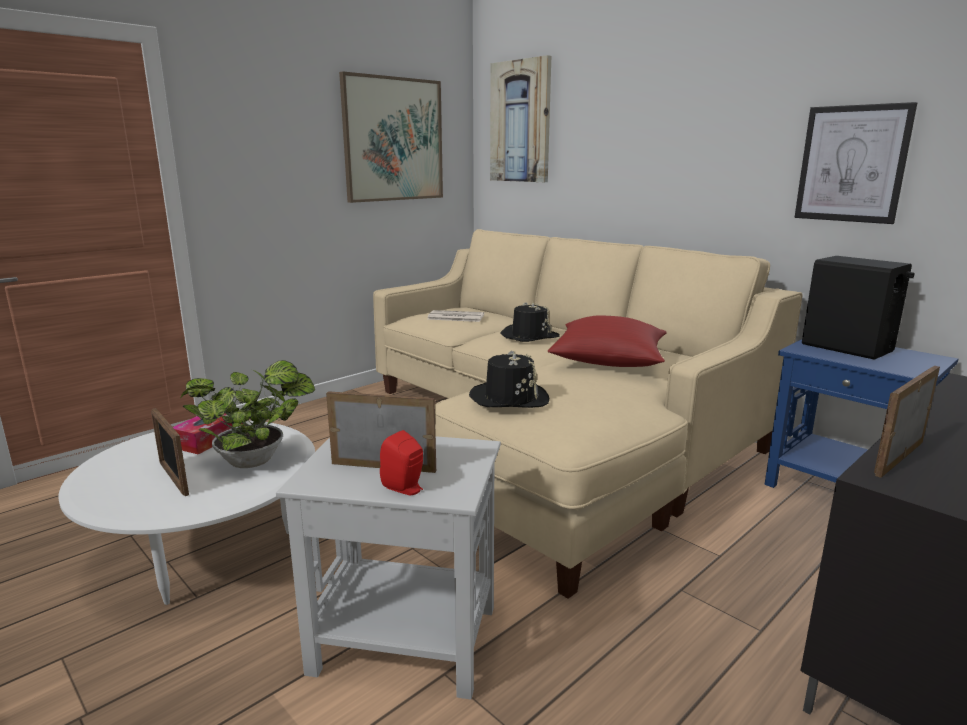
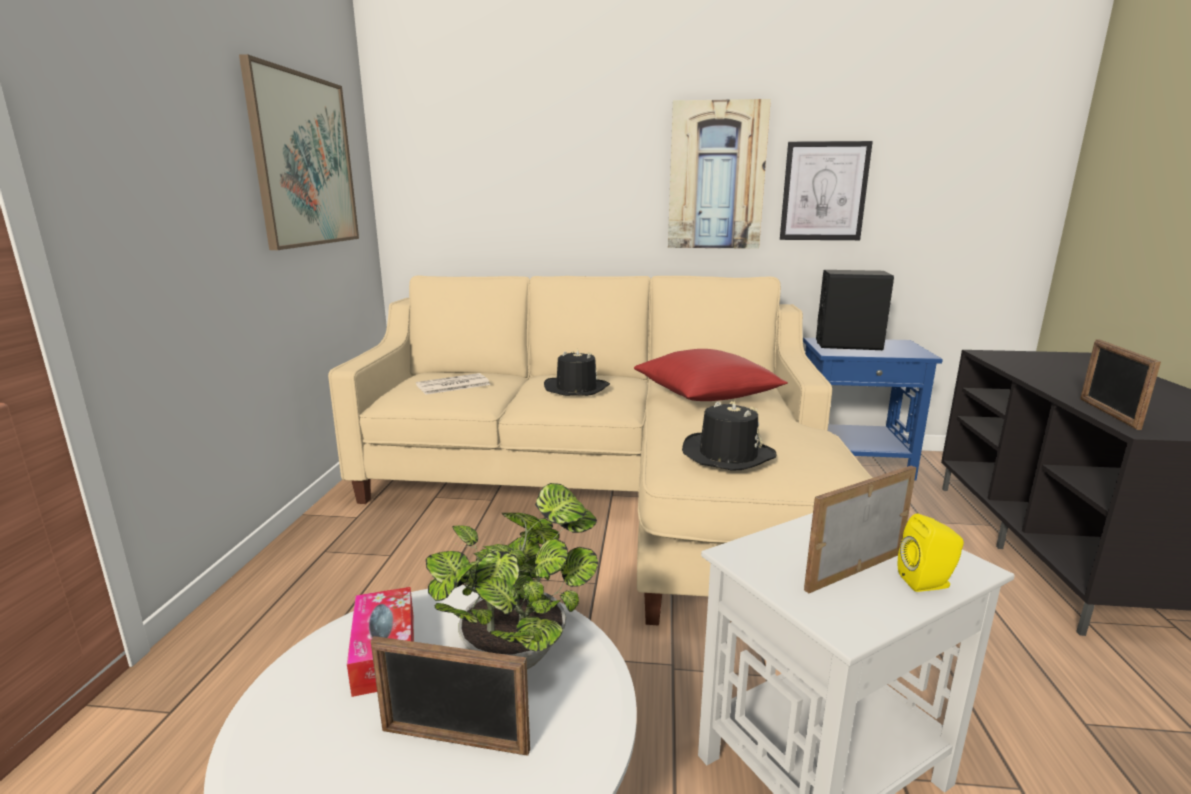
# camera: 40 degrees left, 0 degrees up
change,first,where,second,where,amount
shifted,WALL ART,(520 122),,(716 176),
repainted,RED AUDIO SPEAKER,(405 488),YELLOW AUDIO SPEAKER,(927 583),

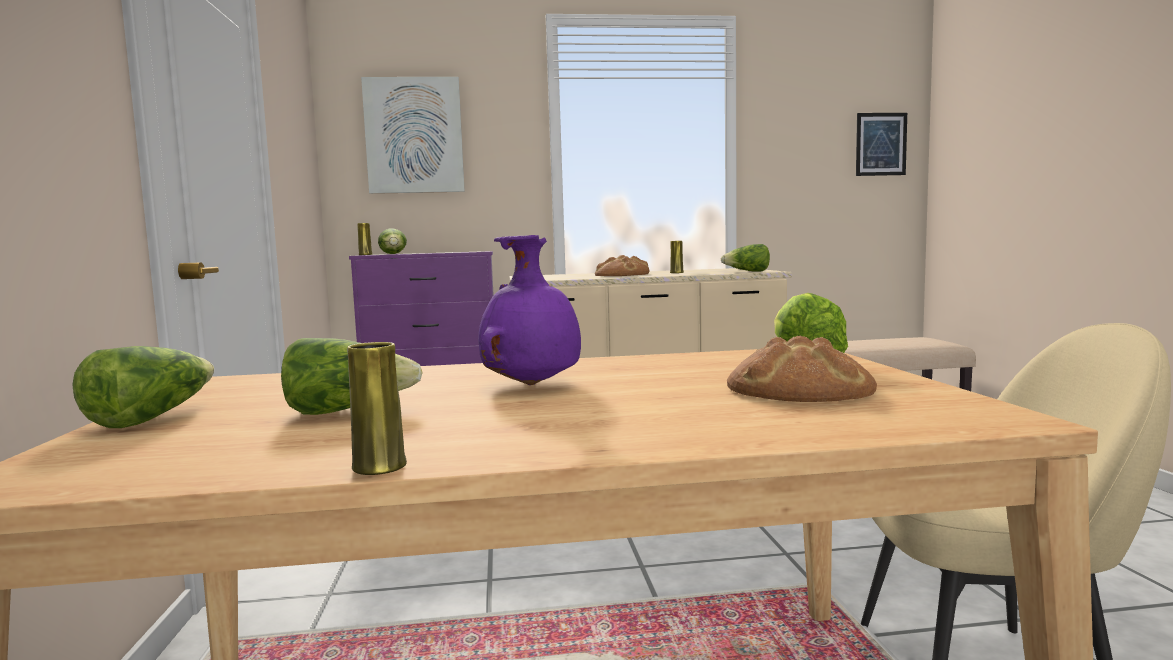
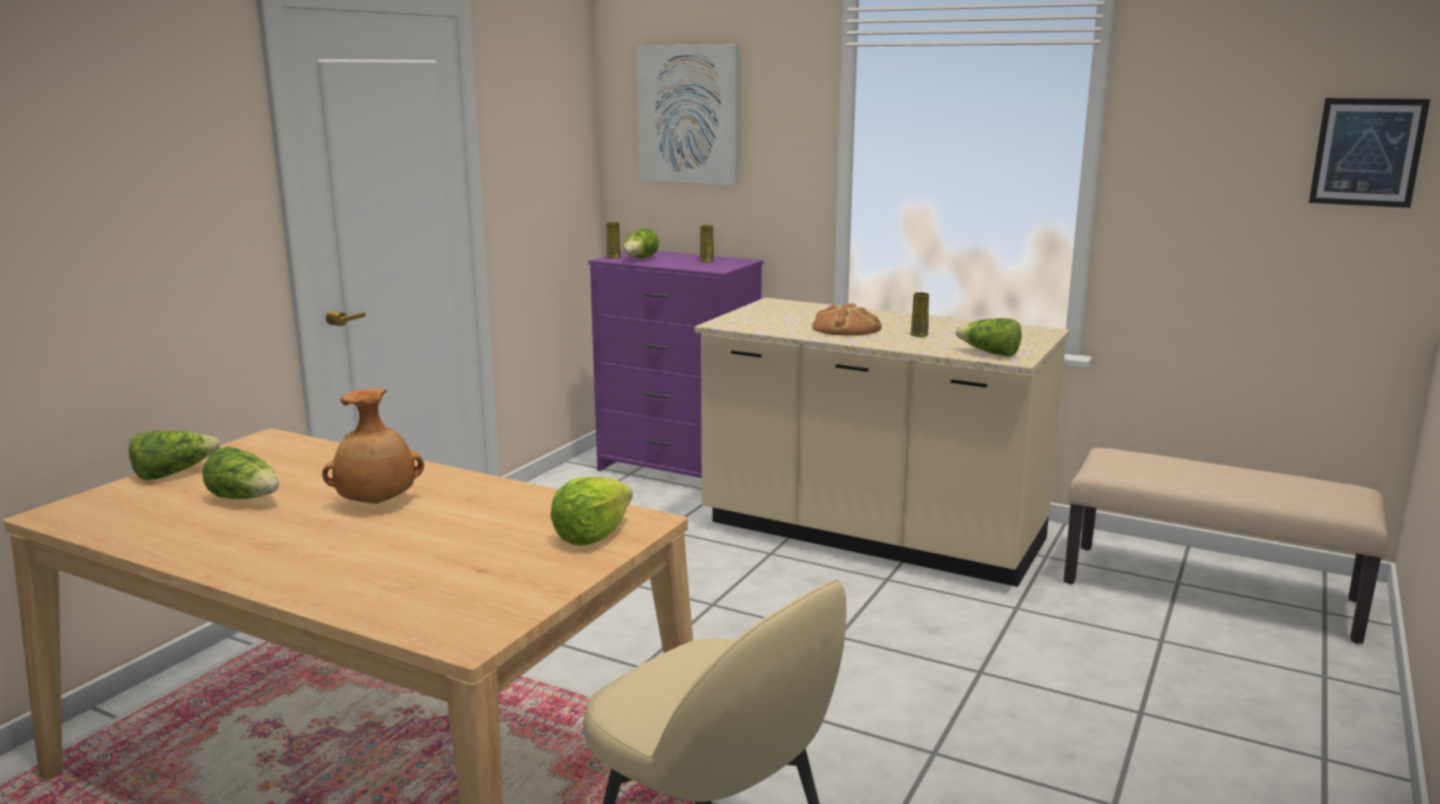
# camera: 35 degrees right, 10 degrees up
change,first,where,second,where,amount
repainted,PURPLISH VASE,(533 385),BROWN VASE,(377 503),
shifted,YELLOW VASE,(379 466),,(706 261),
gone,BREAD,(798 388),,,

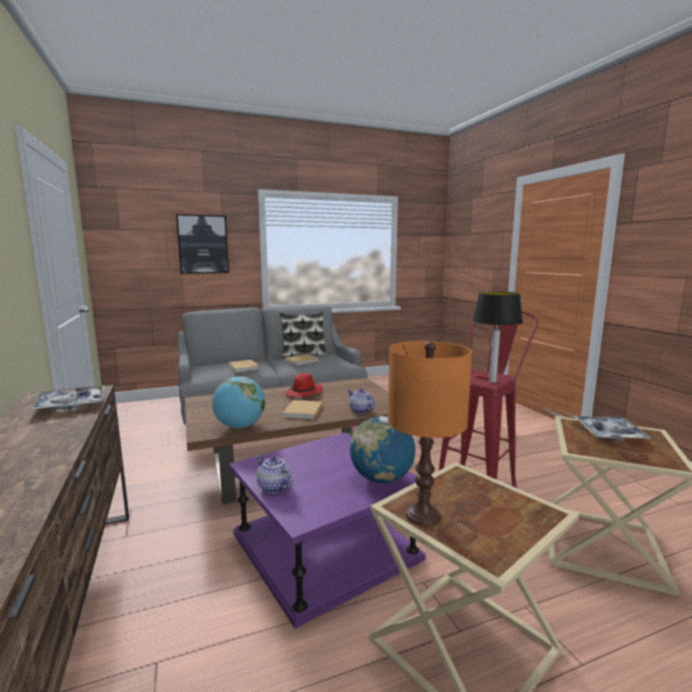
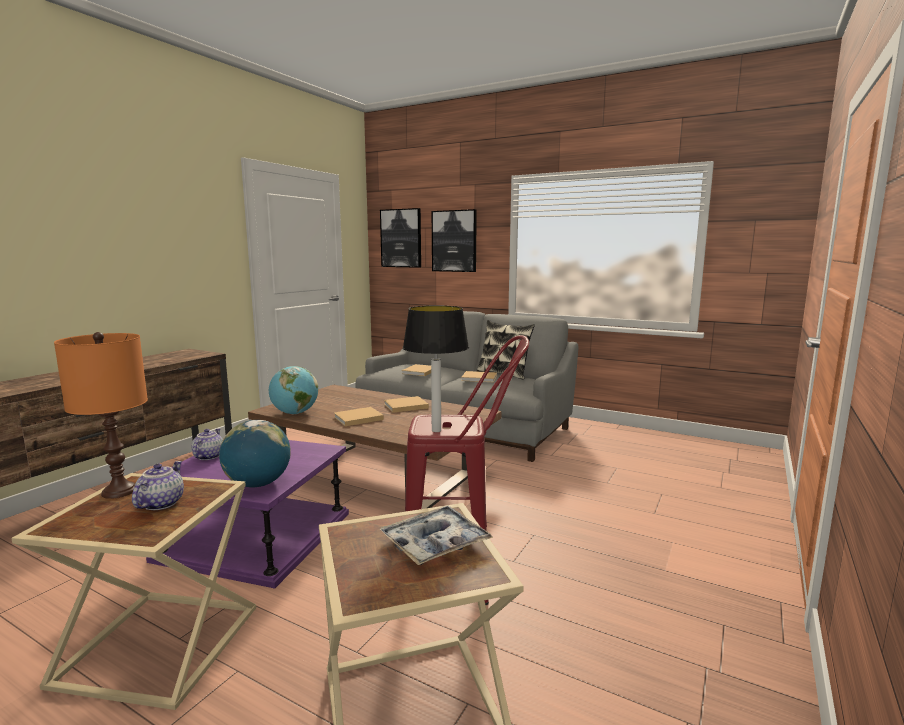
# camera: 50 degrees right, 0 degrees up
change,first,where,second,where,amount
shifted,POT FOR TEA,(360 411),,(160 503),
new,,,WALL ART,(401 238),
swapped,RED HAT,(304 393),SAND-COLOURED VOLUME,(404 406),
gone,TRAY,(71 405),,,

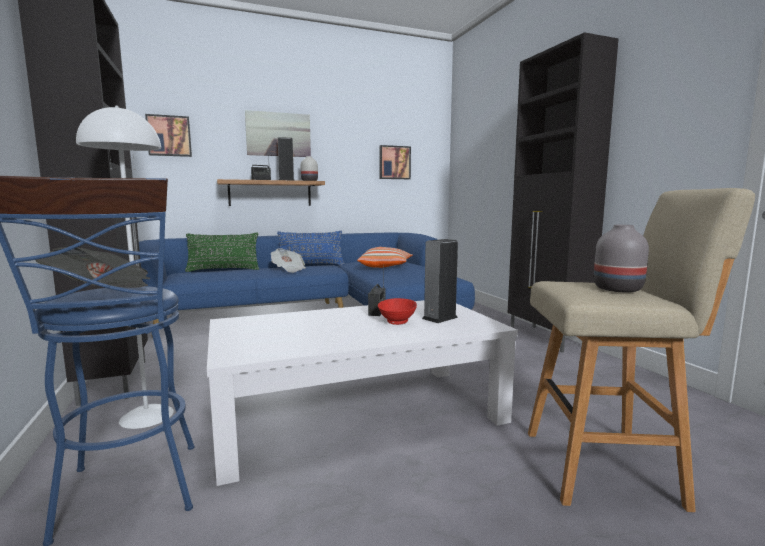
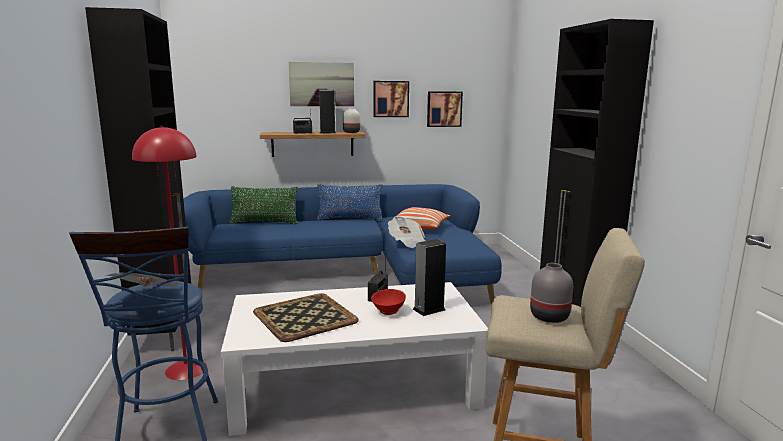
# camera: 10 degrees right, 5 degrees up
change,first,where,second,where,amount
repainted,WHITE STANDARD LAMP,(147 416),RED STANDARD LAMP,(186 369),
new,,,TRAY,(304 317),
shifted,WALL ART,(169 136),,(390 99),
shifted,DAILY PAPER,(288 270),,(406 242),

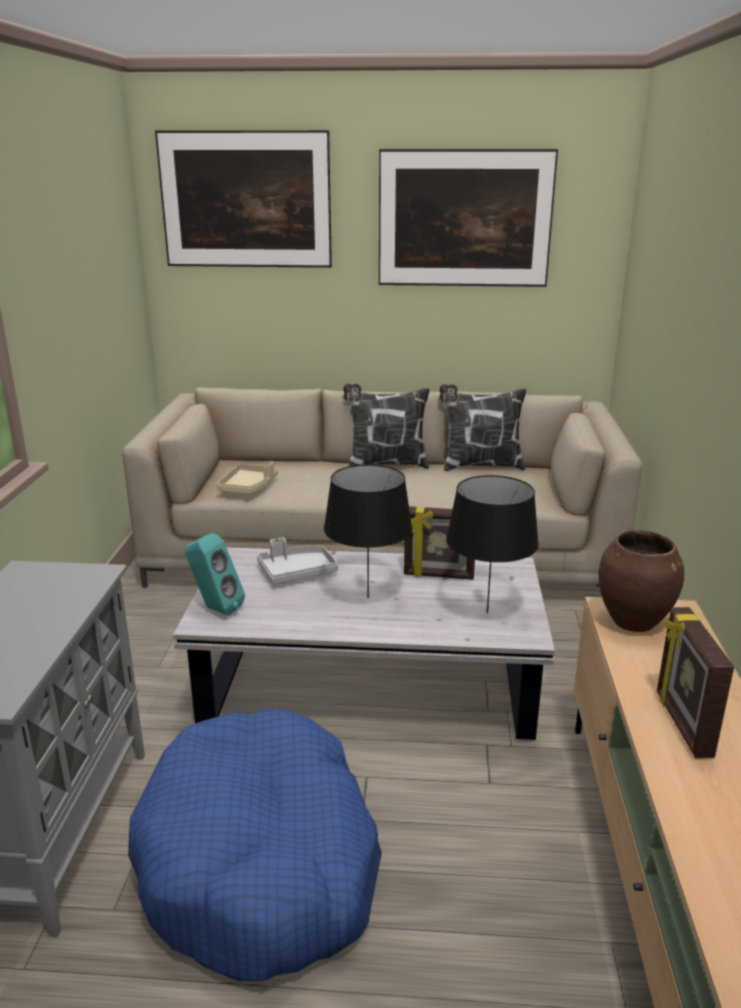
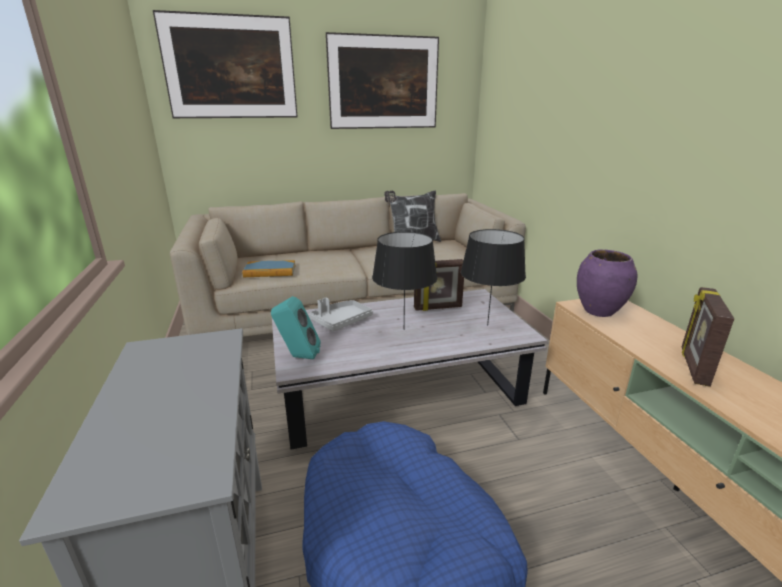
# camera: 20 degrees left, 0 degrees up
change,first,where,second,where,amount
swapped,SAND-COLOURED TRAY,(249 487),VOLUME,(270 271),
repainted,BROWN VASE,(633 622),PURPLISH VASE,(598 311),
rotated,STANDING FRAME,(681 724),,(693 366),45 degrees clockwise
gone,CUSHION,(386 464),,,

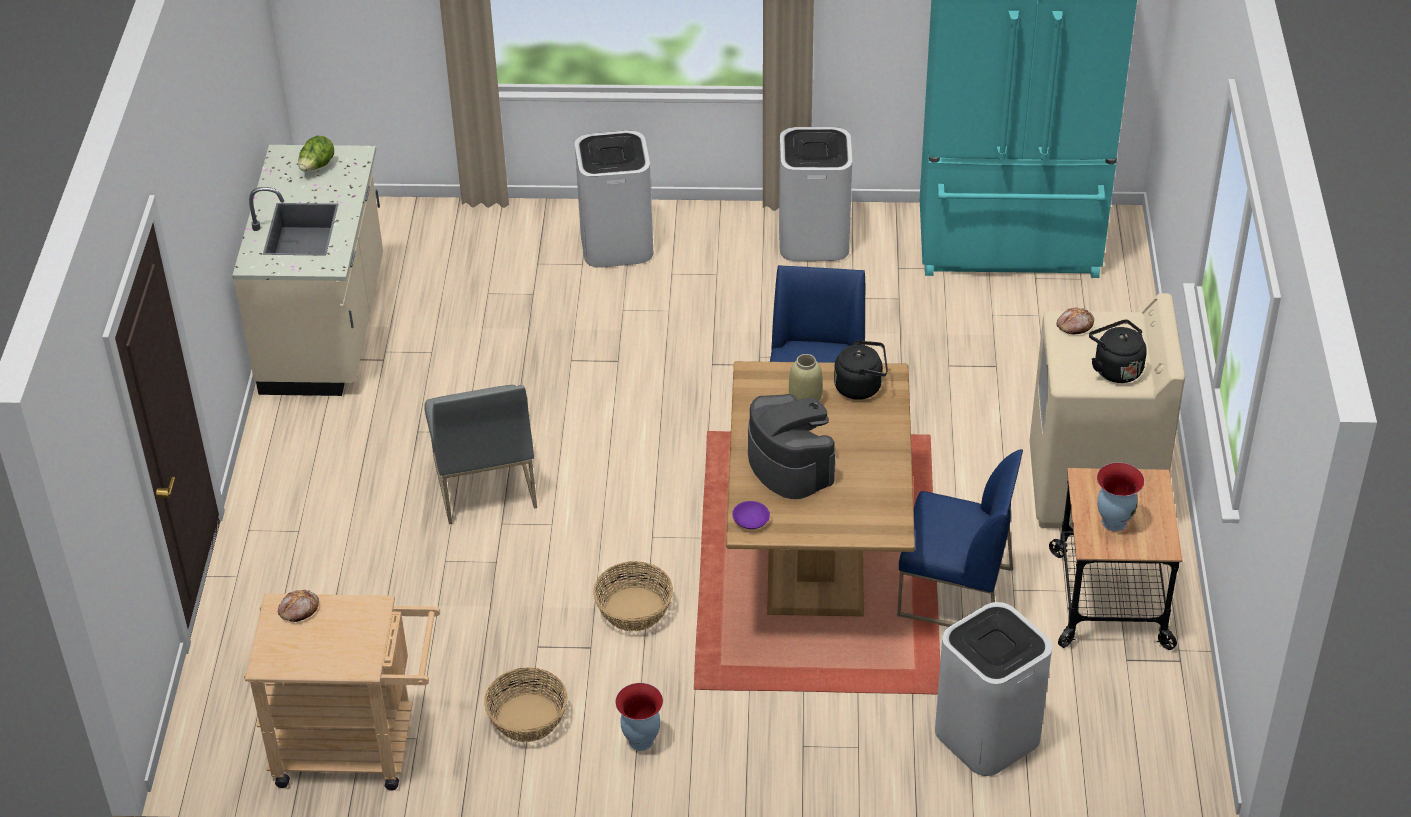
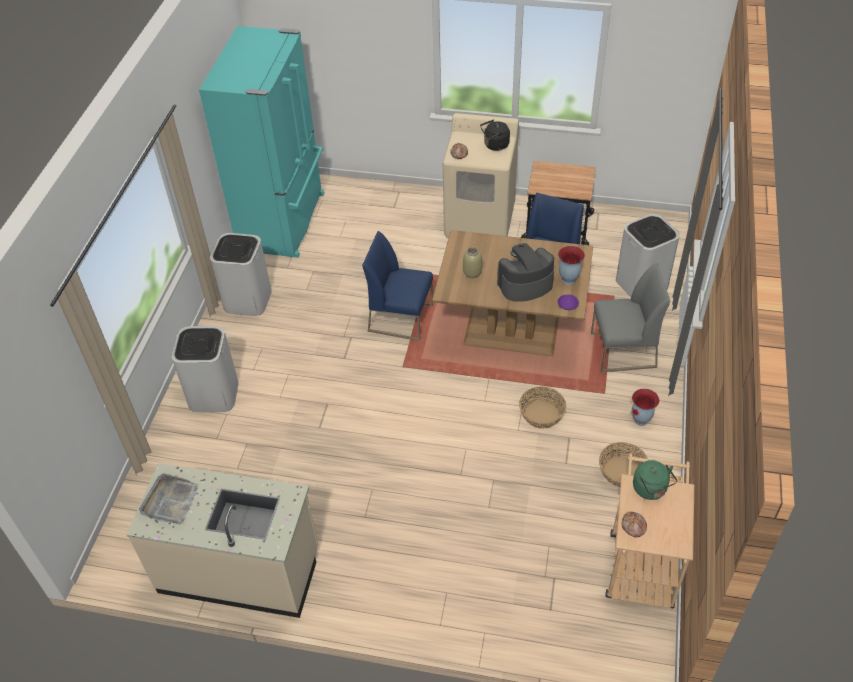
# camera: 80 degrees left, 5 degrees up
change,first,where,second,where,amount
swapped,LETTUCE HEAD,(317 167),GREYISH TRAY,(170 501),
shifted,VASE,(1113 521),,(568 280),
shifted,GREYISH CHAIR,(483 482),,(622 350),
new,,,GREEN-COLOURED KETTLE,(651 489),
gone,BLACK-COLOURED KETTLE,(861 386),,,

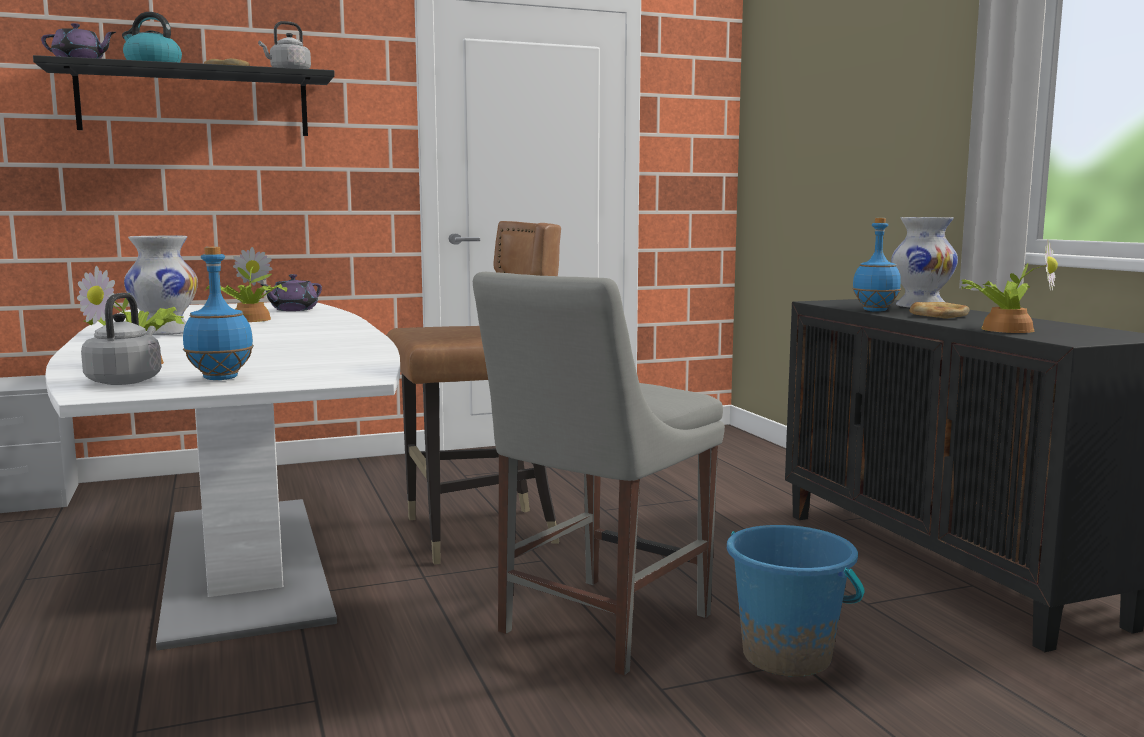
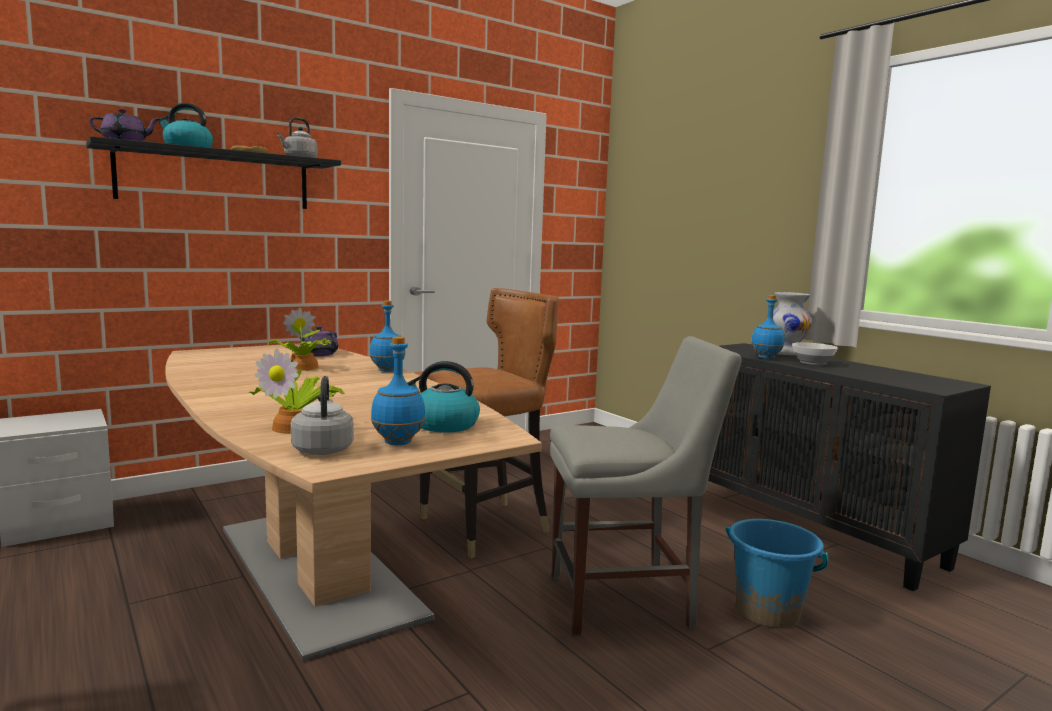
# camera: 15 degrees left, 0 degrees up
change,first,where,second,where,amount
repainted,WHITE DINNER TABLE,(244 562),BROWN DINNER TABLE,(316 569),
new,,,BLUISH BEVERAGE BOTTLE,(386 370),
new,,,KETTLE,(443 425),
rotated,GREYISH CHAIR,(597 626),,(627 601),120 degrees counterclockwise
swapped,BREAD,(938 315),DEEP DISH,(812 363),
gone,WHITE VASE,(164 333),,,
gone,PLANT IN A POT,(1005 329),,,

